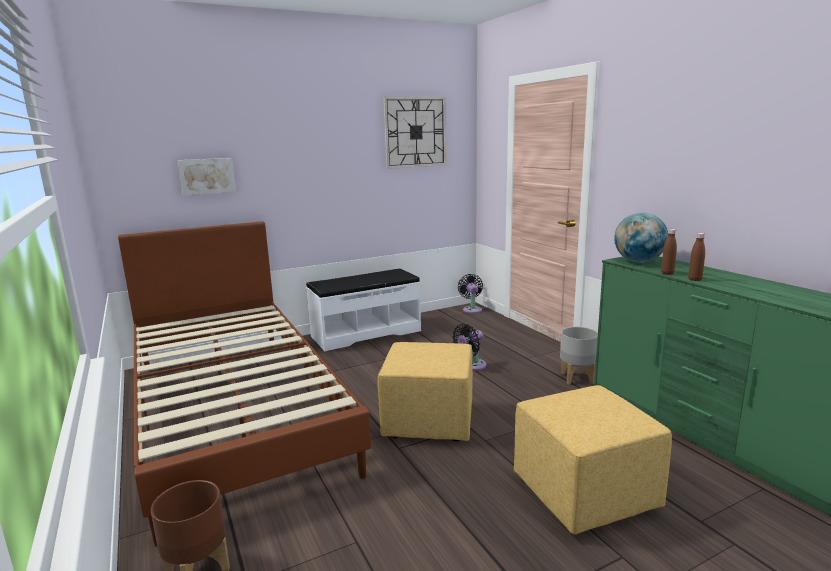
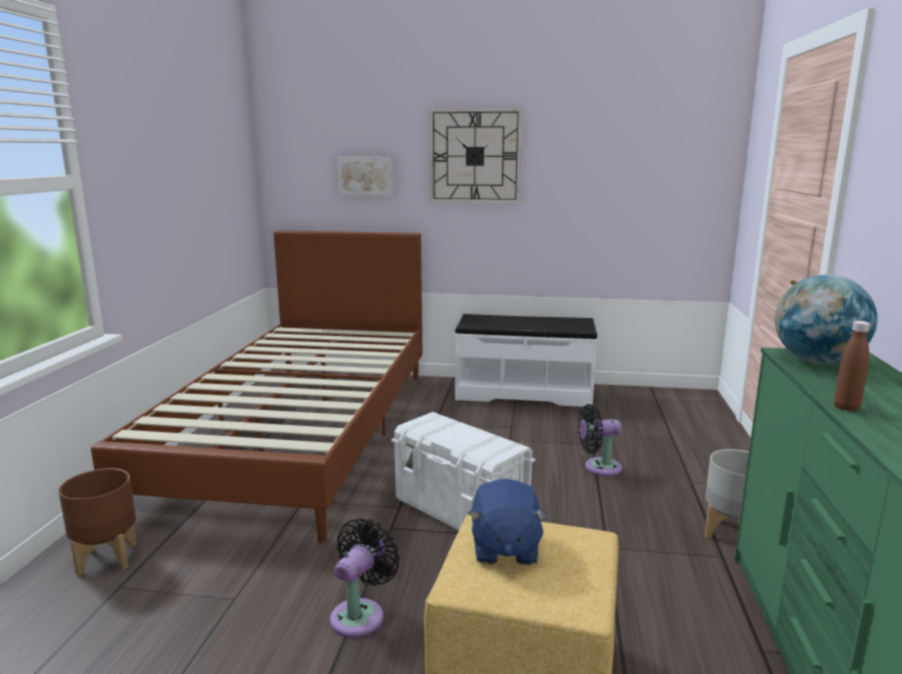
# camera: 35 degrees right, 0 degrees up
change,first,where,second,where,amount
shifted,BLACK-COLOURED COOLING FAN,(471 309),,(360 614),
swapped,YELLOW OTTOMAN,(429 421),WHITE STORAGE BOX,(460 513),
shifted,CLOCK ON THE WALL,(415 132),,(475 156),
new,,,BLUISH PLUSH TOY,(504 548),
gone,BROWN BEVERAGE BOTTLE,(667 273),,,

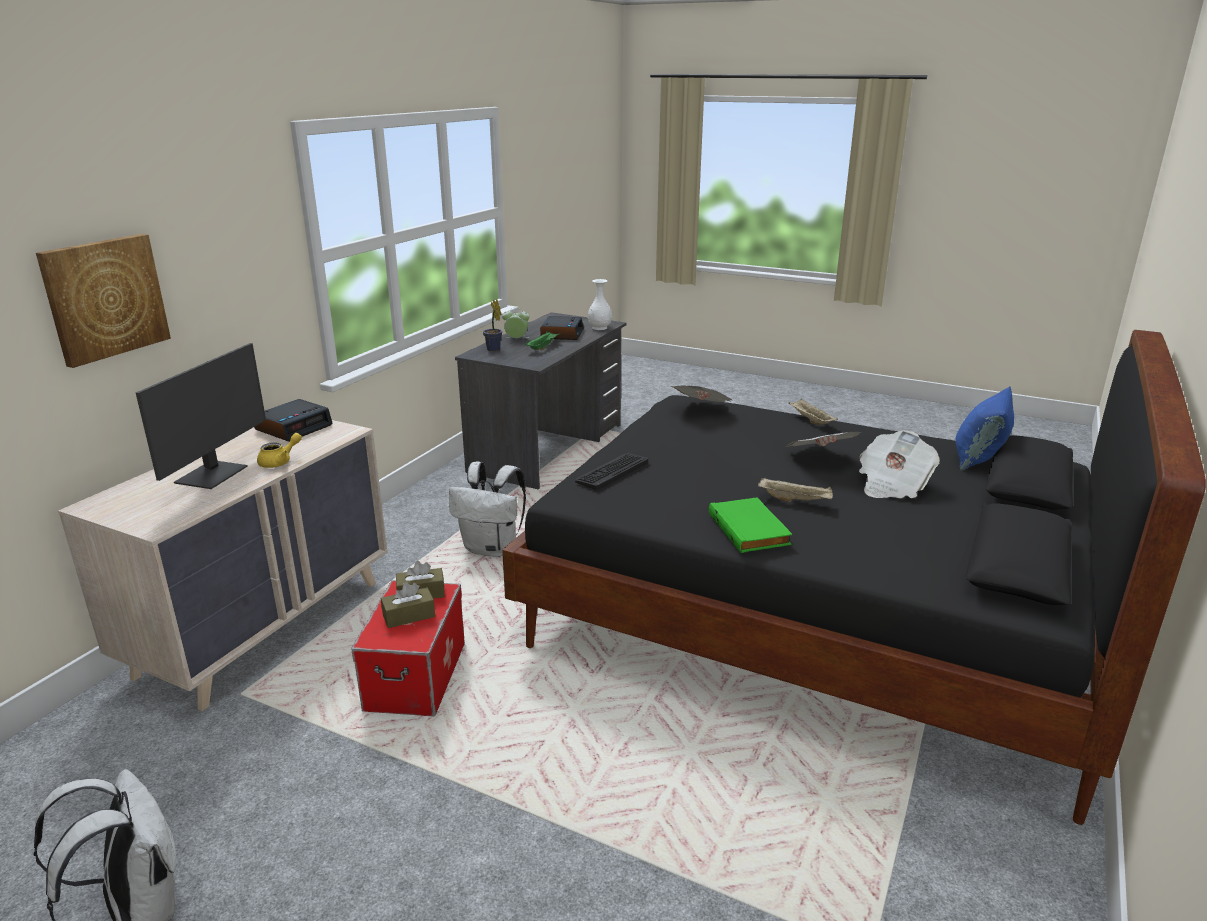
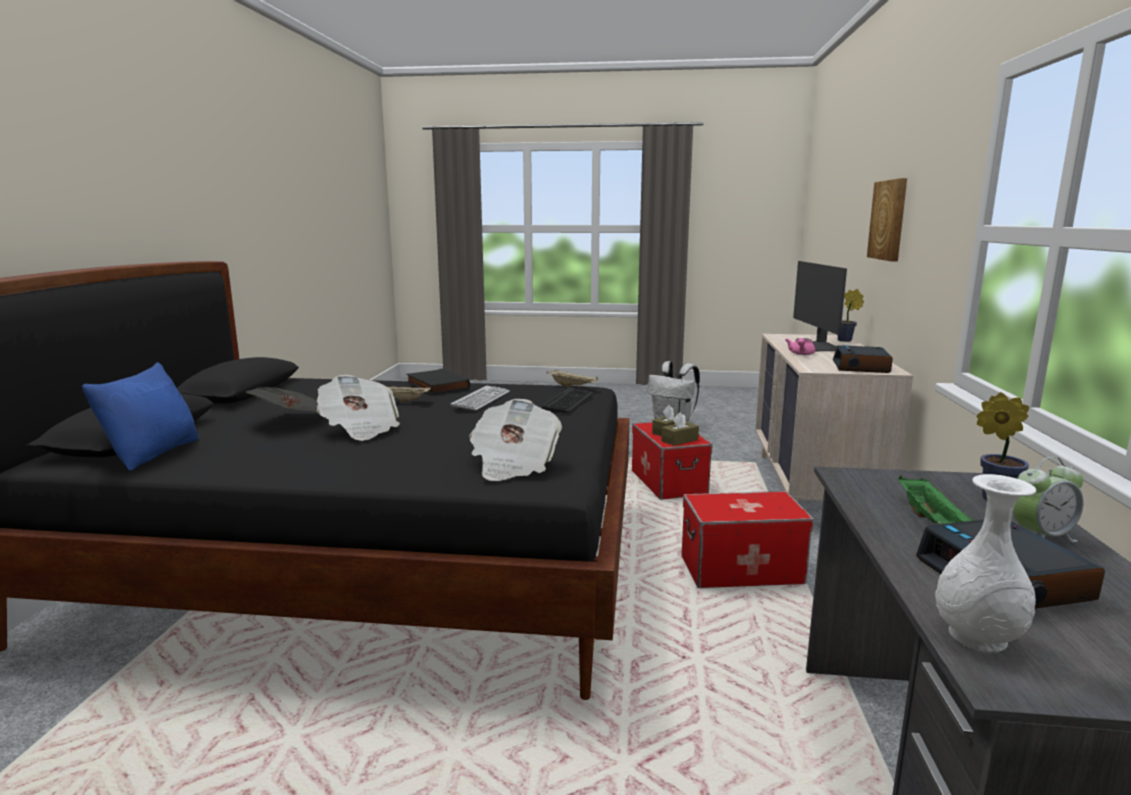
# camera: 160 degrees right, 10 degrees down
change,first,where,second,where,amount
repainted,GREEN-COLOURED VOLUME,(750 529),BLACK-COLOURED VOLUME,(436 386),
new,,,COMPUTER KEYBOARD,(481 399),
shifted,SAND-COLOURED TRAY,(810 420),,(572 386),
swapped,WHITE RUCKSACK,(492 548),STORAGE BOX,(741 570),
repainted,YELLOW POT FOR TEA,(280 462),PINK POT FOR TEA,(801 354),
new,,,PLANT IN A POT,(846 341),

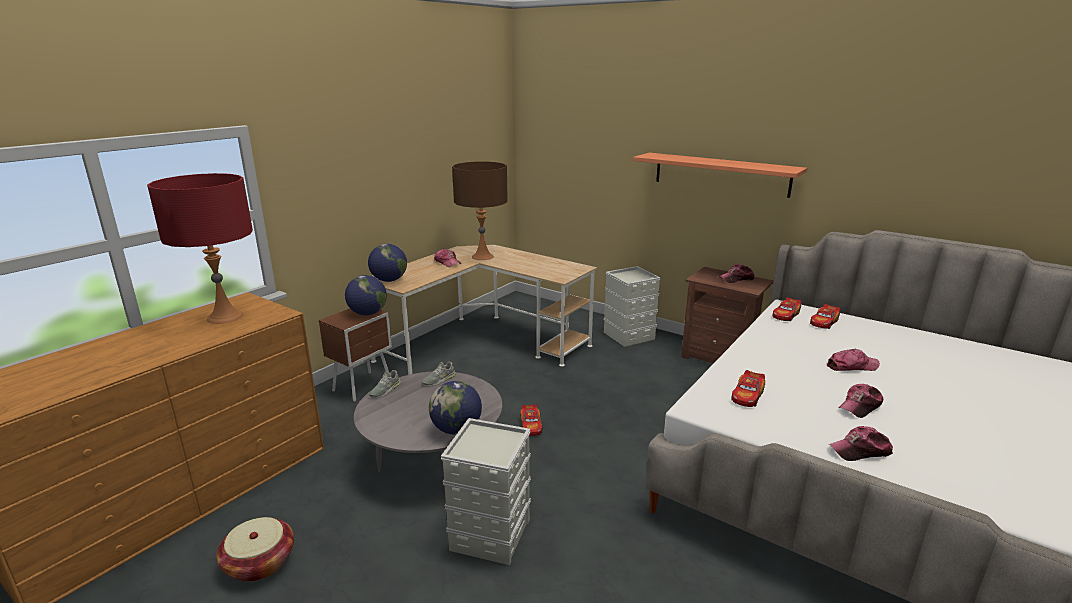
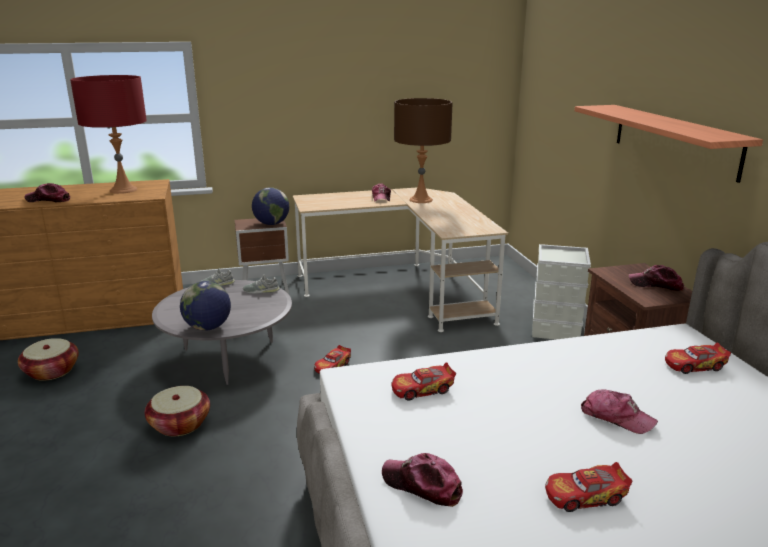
# camera: 40 degrees right, 0 degrees up
change,first,where,second,where,amount
shifted,CAP,(860 406),,(48 200),
swapped,GREYISH STORAGE BOX,(490 534),HOUSEHOLD BASKET,(180 424),
shifted,MODEL CAR,(786 315),,(585 496),
gone,WORLD GLOBE,(389 280),,,

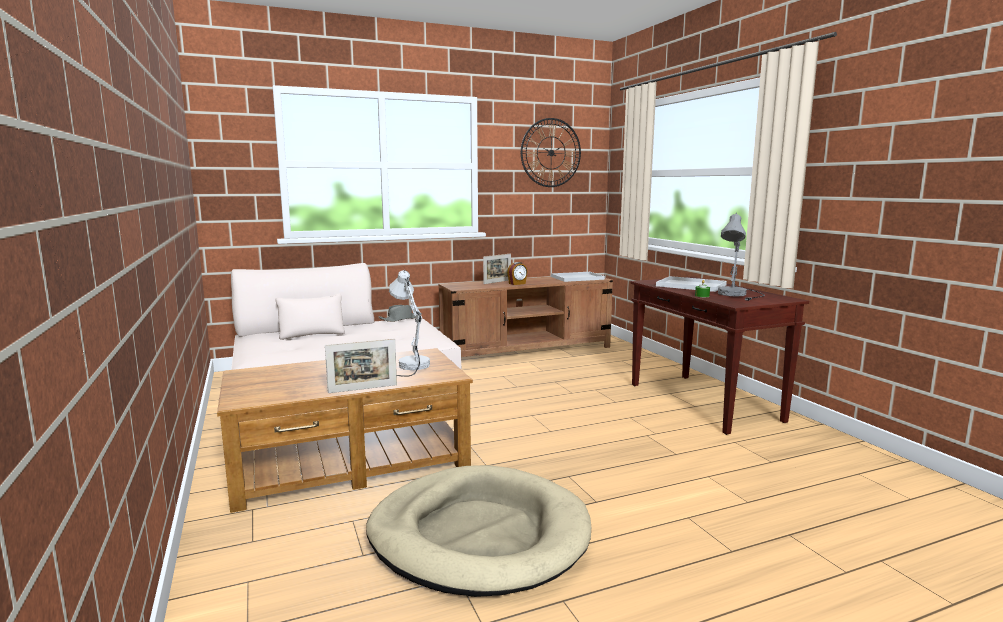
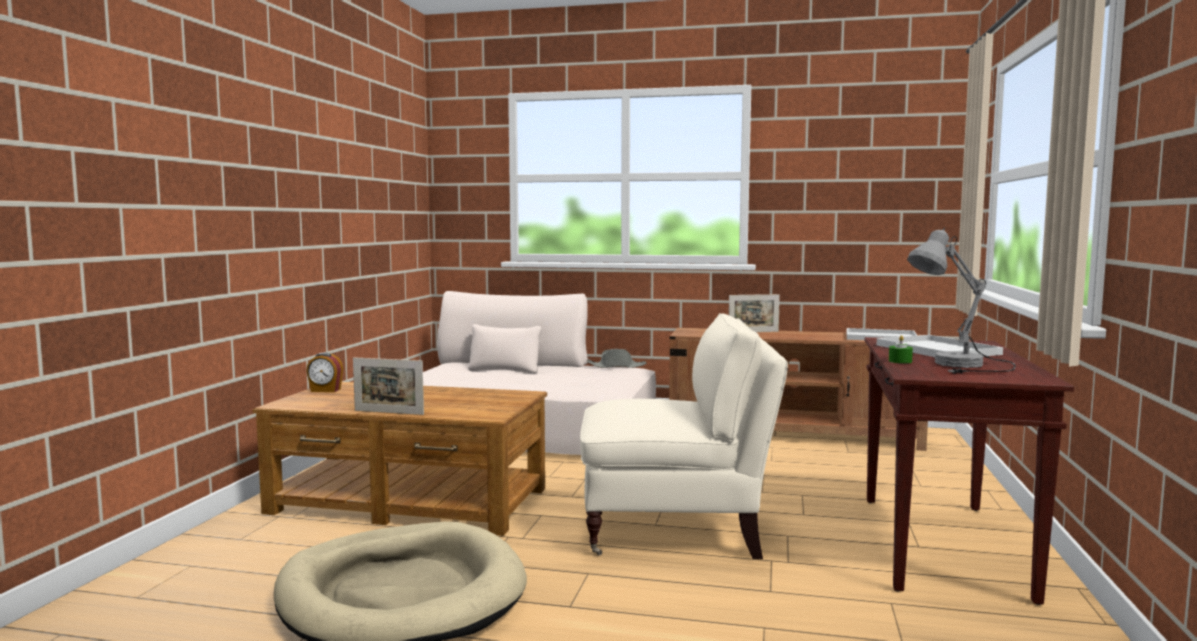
# camera: 35 degrees right, 5 degrees down
change,first,where,second,where,amount
shifted,BEDSIDE CLOCK,(517 283),,(325 390),
new,,,SAND-COLOURED ARMCHAIR,(677 530),
gone,WHITE TABLE LAMP,(404 365),,,
gone,CLOCK ON THE WALL,(551 153),,,

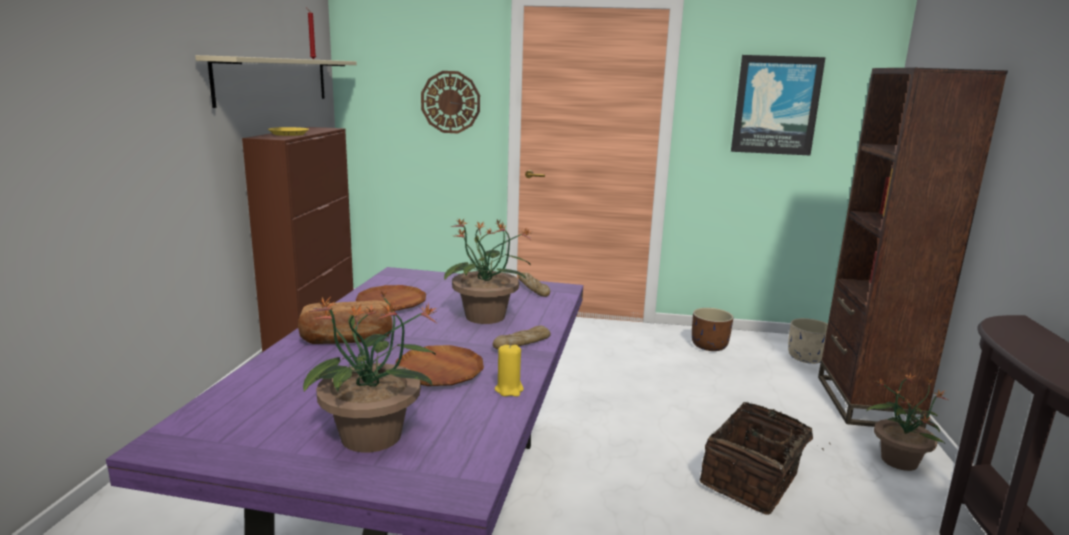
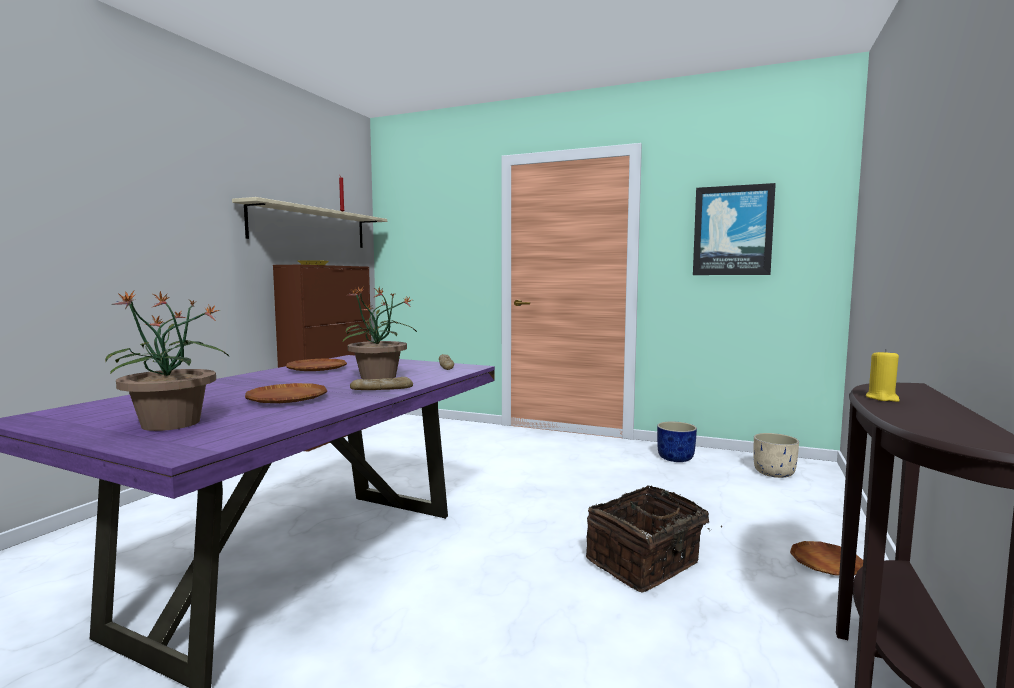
# camera: 15 degrees right, 10 degrees down
change,first,where,second,where,amount
repainted,BROWN PLANTER,(709 346),BLUISH PLANTER,(676 458),
swapped,PLANT IN A POT,(898 460),BROWN FLAT DISH,(826 563),
shifted,YELLOW WAX CANDLE,(509 390),,(882 398),
gone,BREAD,(347 339),,,
gone,CLOCK ON THE WALL,(450 102),,,
gone,BROWN BOOKCASE,(866 402),,,

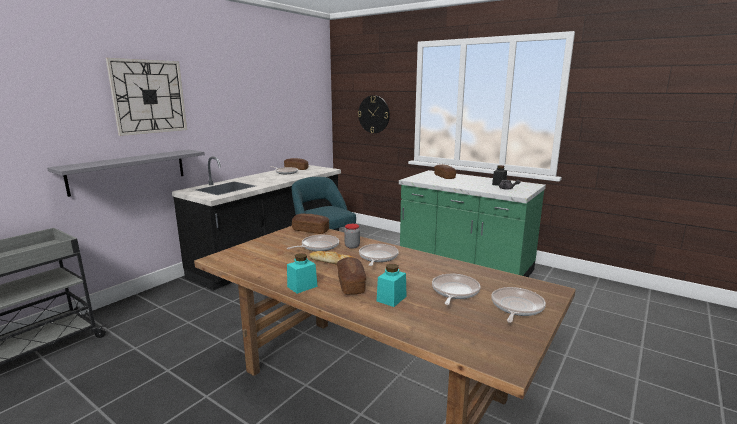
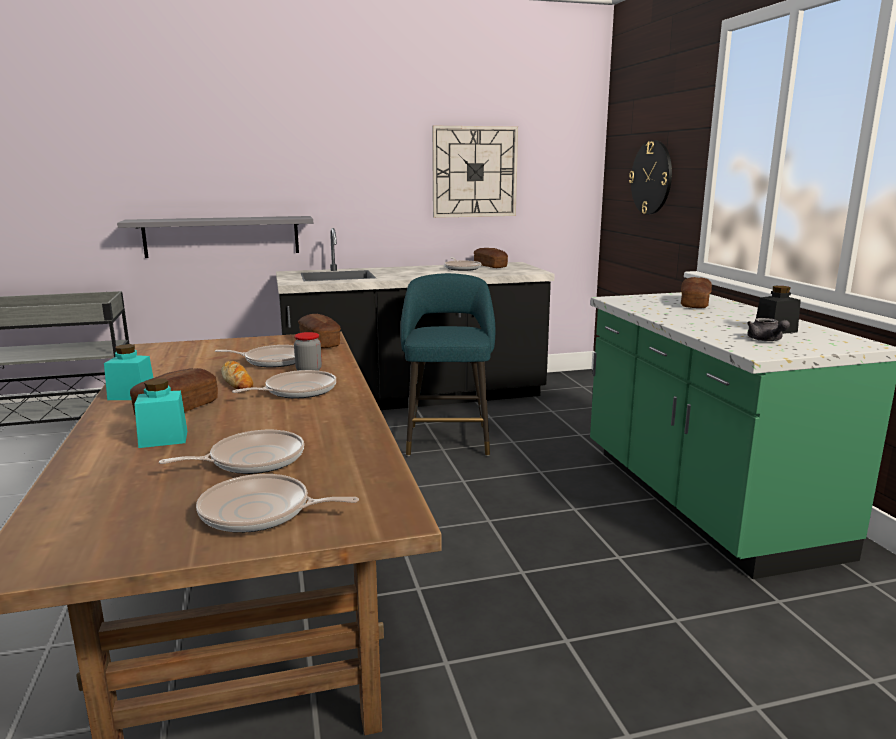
# camera: 40 degrees right, 0 degrees up
change,first,where,second,where,amount
rotated,FRYING PAN,(516 307),,(261 512),150 degrees counterclockwise
shifted,CLOCK ON THE WALL,(149 97),,(474 172),

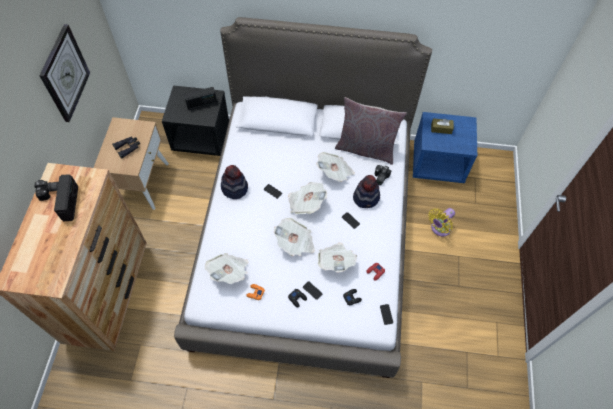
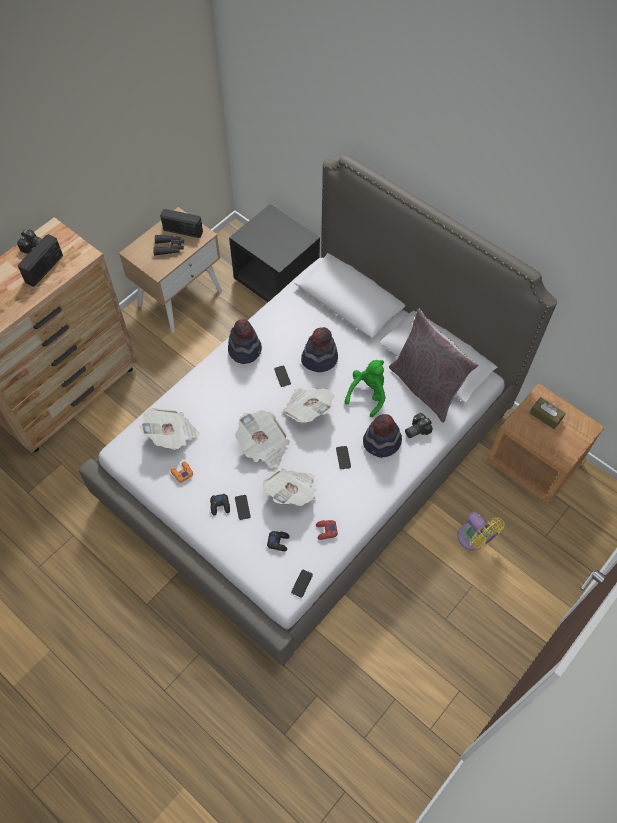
# camera: 35 degrees right, 0 degrees up
change,first,where,second,where,amount
shifted,RADIO SET,(201 103),,(183 231),
new,,,HAT,(319 358),
swapped,DAILY PAPER,(335 172),GREEN-COLOURED PLUSH TOY,(368 394),
rotated,YELLOW COOLING FAN,(439 228),,(474 539),120 degrees counterclockwise
repainted,BLUISH NIGHT TABLE,(438 163),BROWN NIGHT TABLE,(534 462),
gone,CLOCK ON THE WALL,(64 74),,,

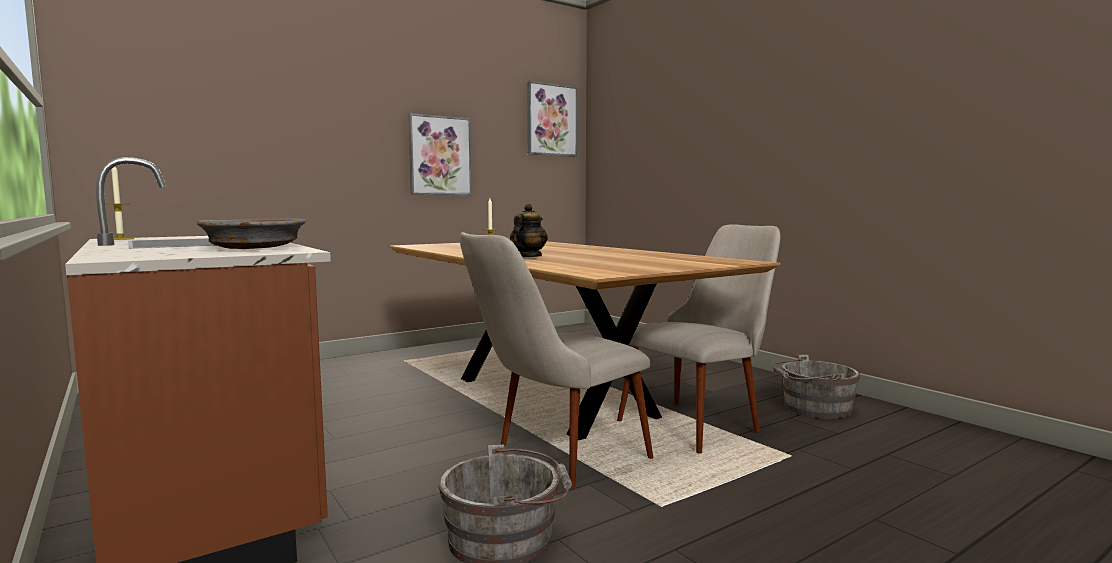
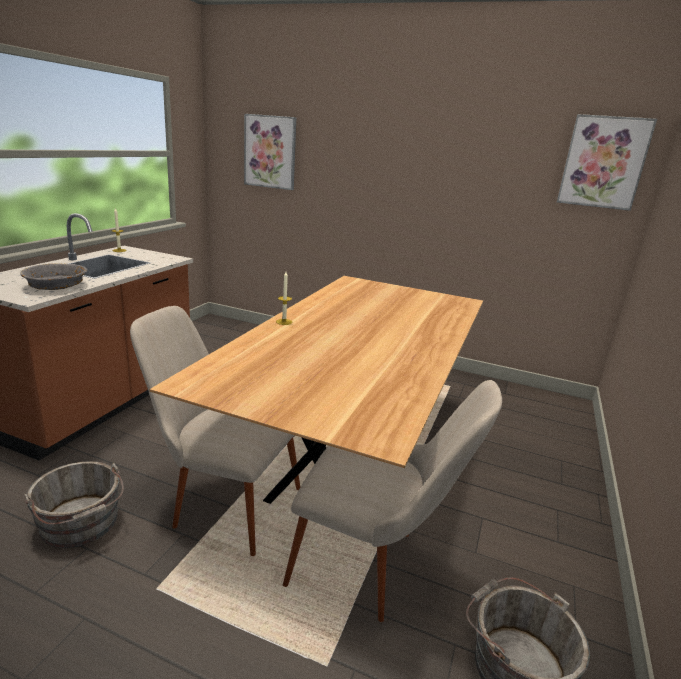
# camera: 55 degrees right, 15 degrees up
change,first,where,second,where,amount
shifted,WALL ART,(439 156),,(270 152),
gone,POT FOR TEA,(528 257),,,

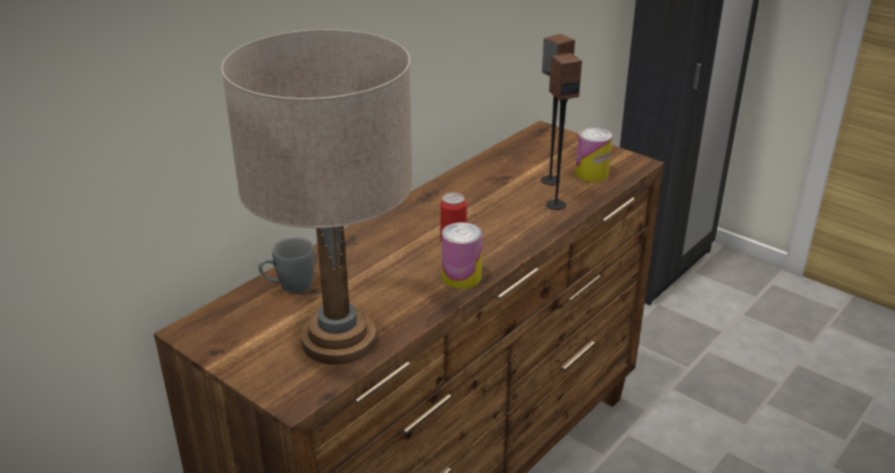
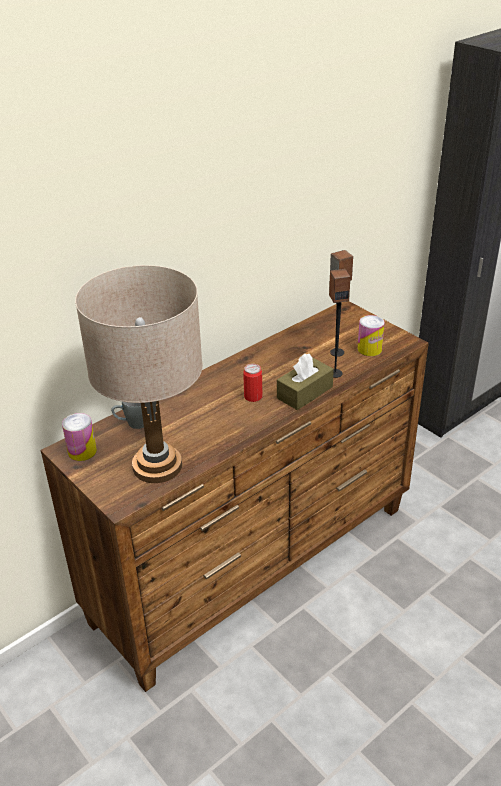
# camera: 10 degrees right, 5 degrees up
change,first,where,second,where,amount
shifted,CAN,(461 277),,(82 451),
new,,,BROWN TISSUE BOX,(304 392),

